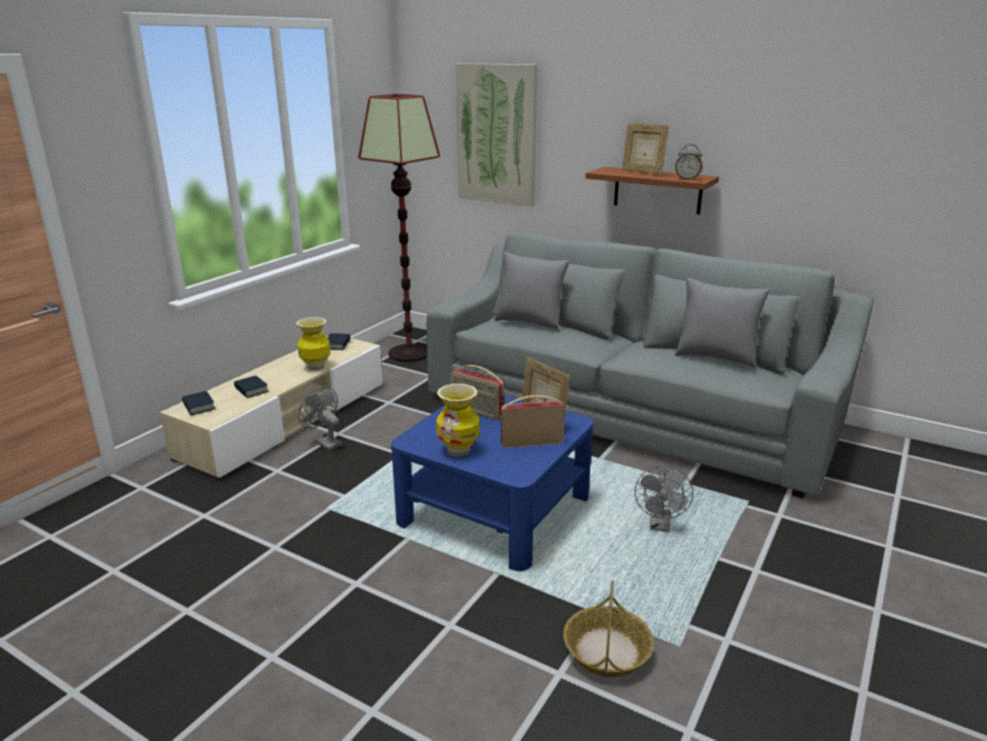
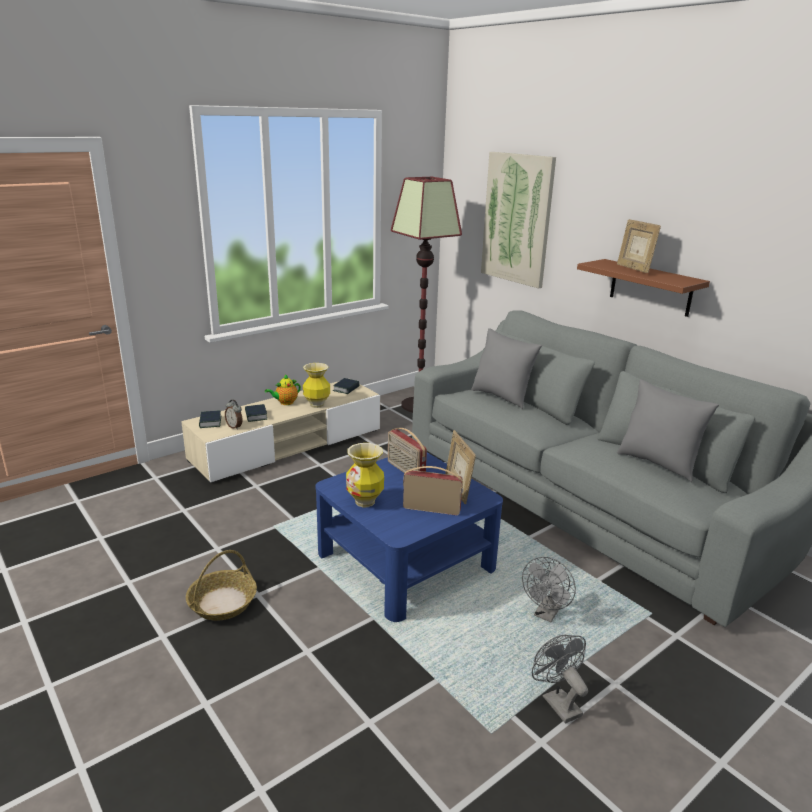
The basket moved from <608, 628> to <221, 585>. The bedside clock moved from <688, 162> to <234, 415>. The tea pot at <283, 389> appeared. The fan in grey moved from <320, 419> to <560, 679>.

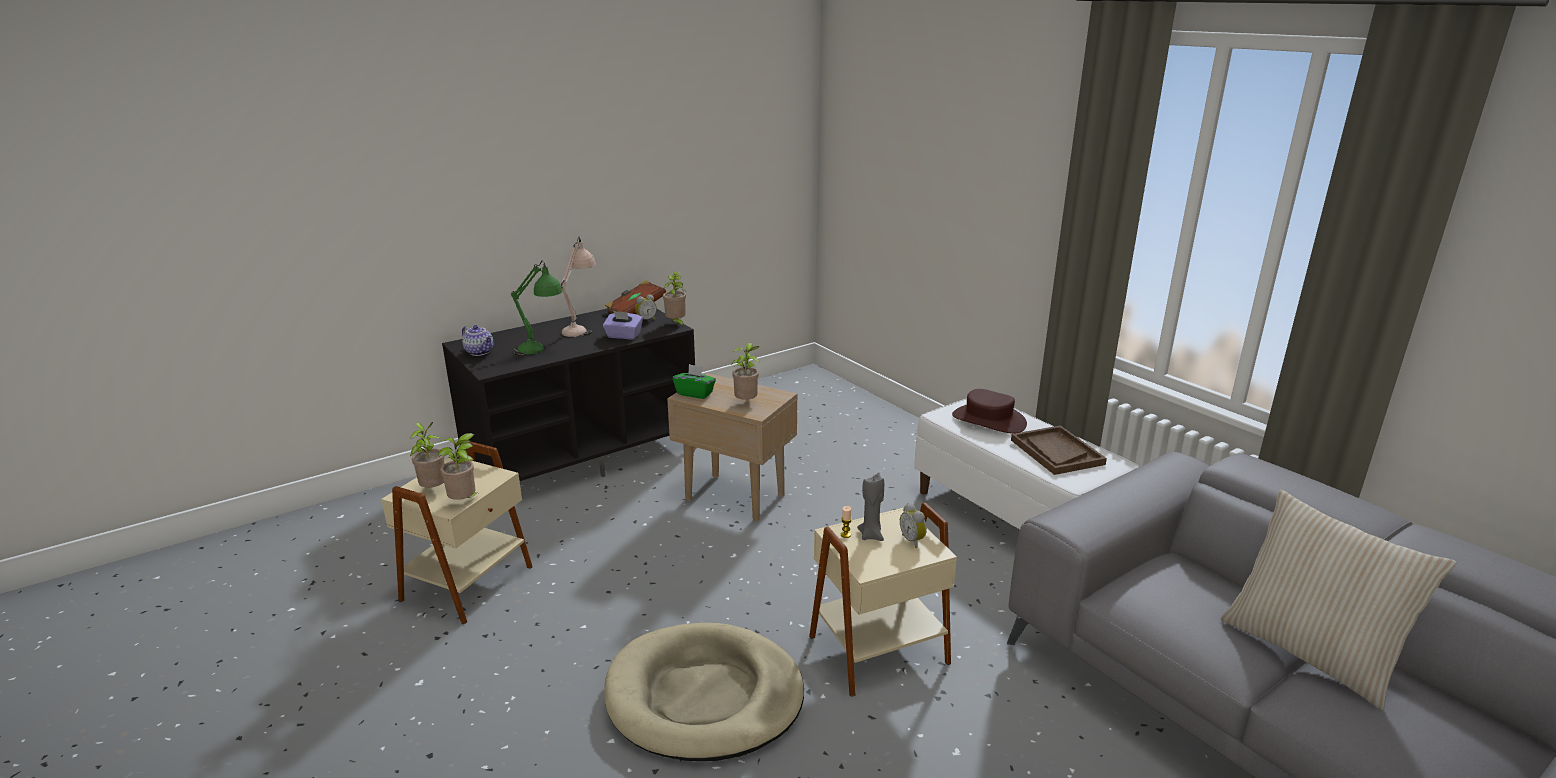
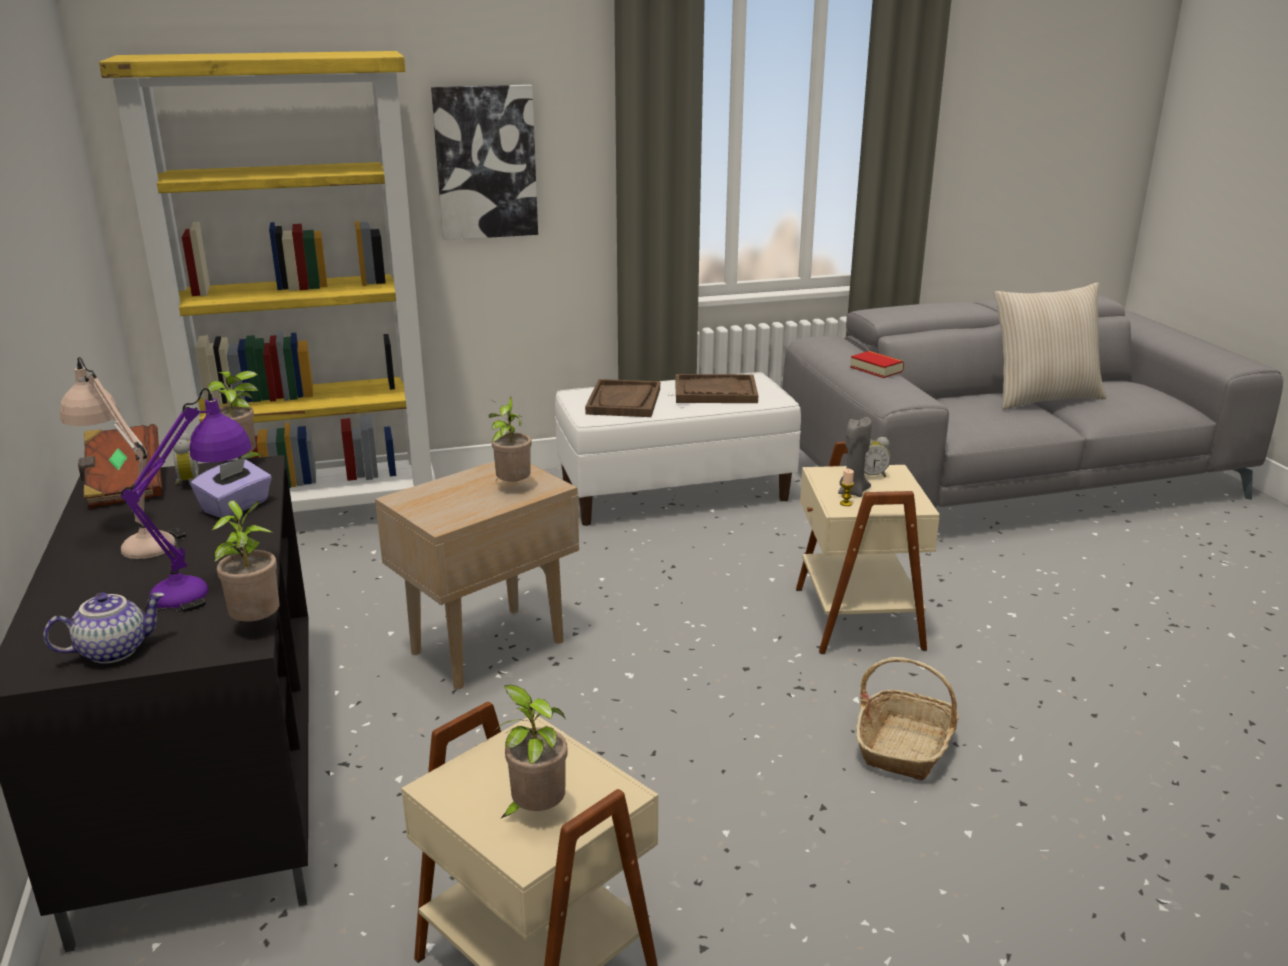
The shelving unit in yellow at <267, 281> appeared. The table lamp in greenish at <537, 308> became the table lamp in purplish at <185, 500>. The potted plant moved from <457, 466> to <245, 561>. The picture at <484, 162> appeared. The clothing hat in brown-coloured at <989, 411> was replaced by the tray in brown-coloured at <622, 398>. The bound book at <877, 364> appeared. The dog cushion in beige-coloured at <704, 692> was replaced by the basket at <907, 719>. The box of tissues in greenish at <694, 381> disappeared.

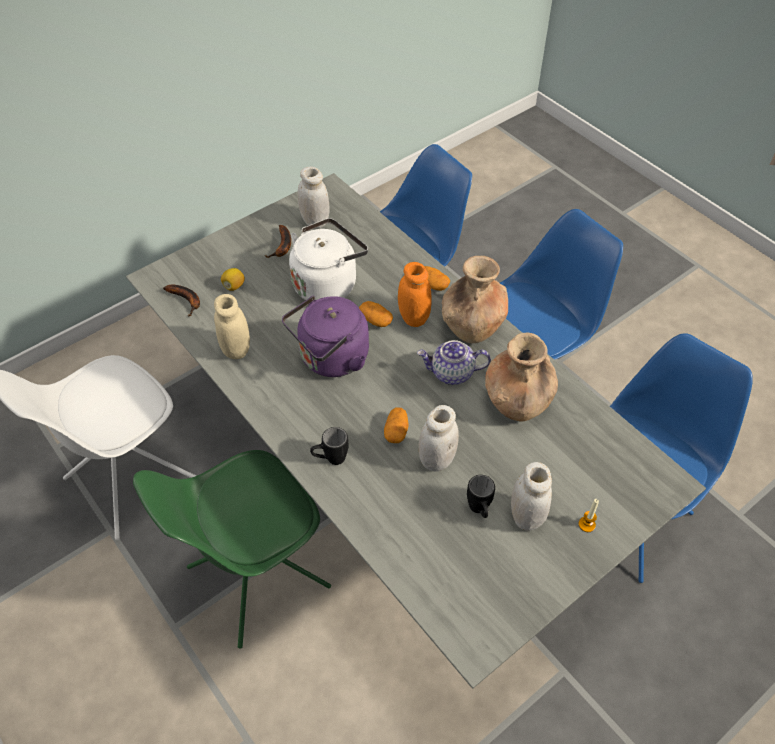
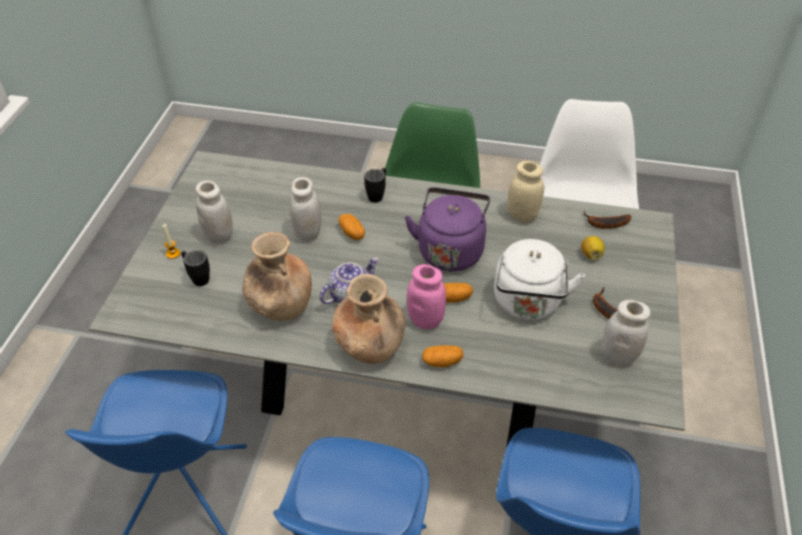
The coffee mug in black moved from <481, 496> to <195, 268>. The jar in orange at <415, 294> became the jar in pinkish at <426, 297>.

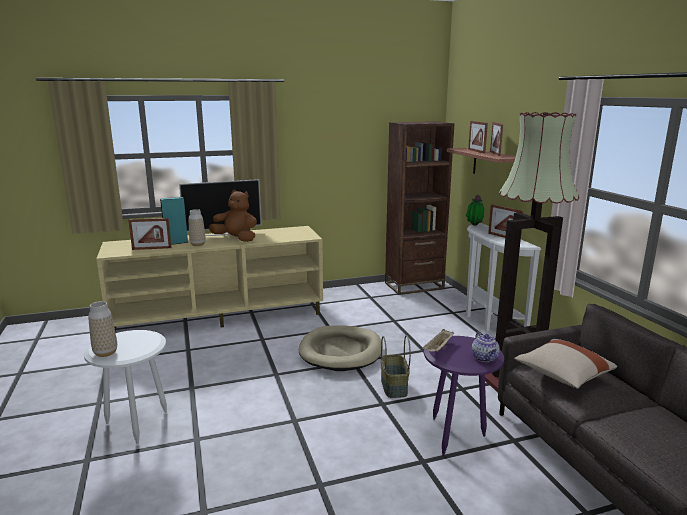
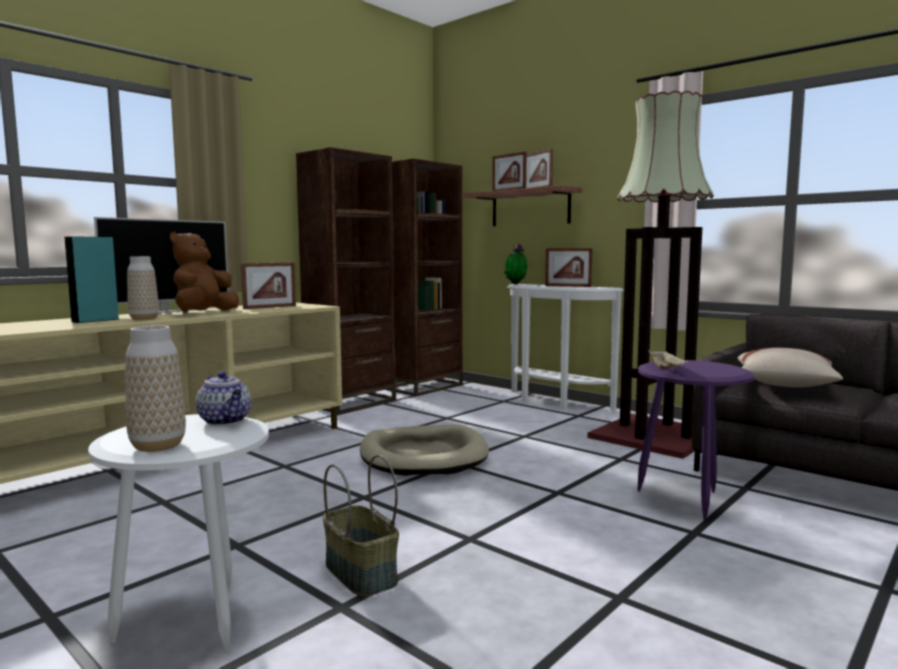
The cuddly toy in brown-coloured at <233, 216> turned 60 degrees counterclockwise. The tea pot moved from <486, 346> to <223, 398>. The picture frame moved from <150, 234> to <268, 286>. The shelving unit in brown-coloured at <346, 280> appeared. The basket moved from <396, 366> to <361, 525>.

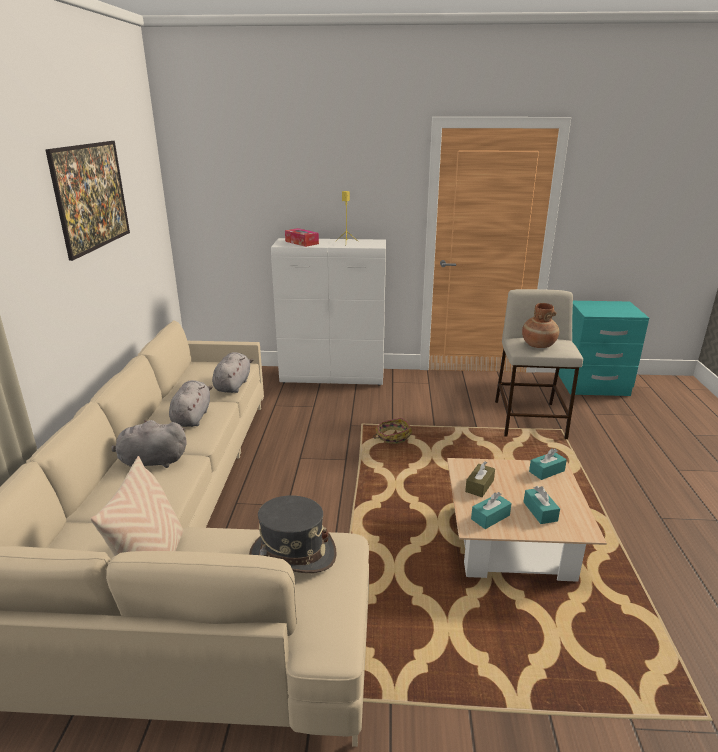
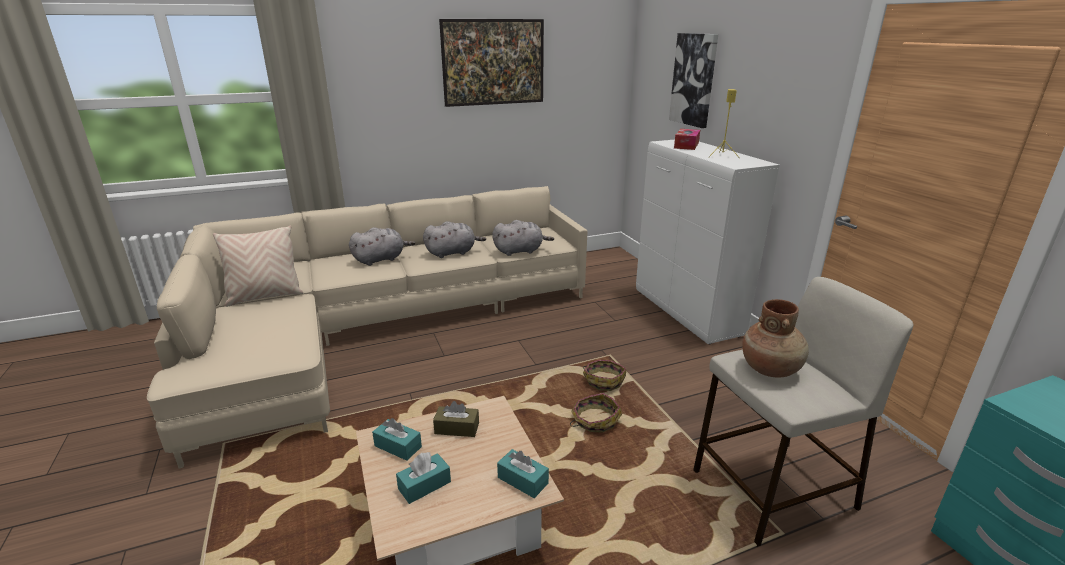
The cuddly toy in grey at <149, 444> turned 90 degrees clockwise. The basket at <596, 413> appeared. The picture at <693, 80> appeared. The clothing hat in grey at <293, 534> disappeared.

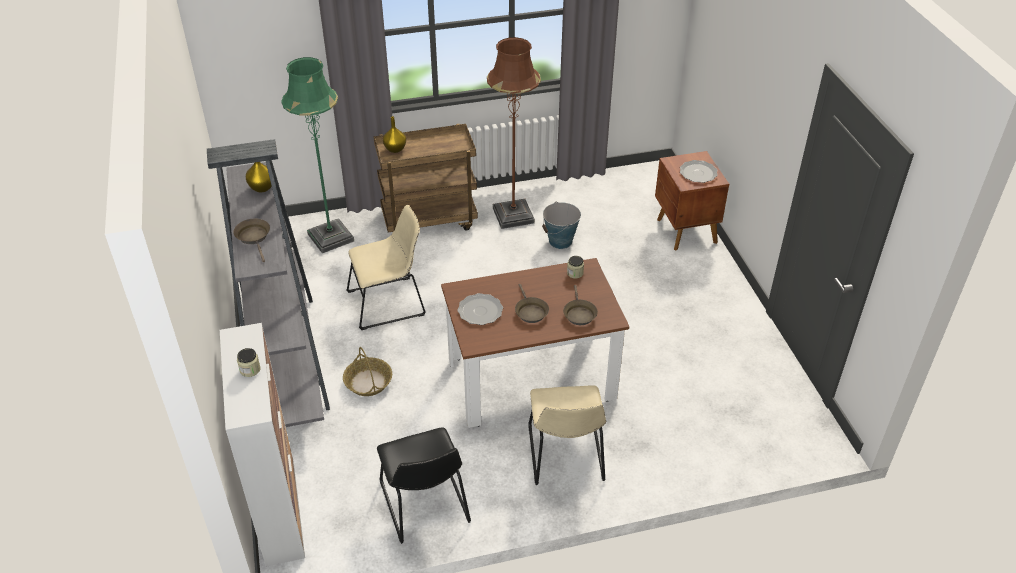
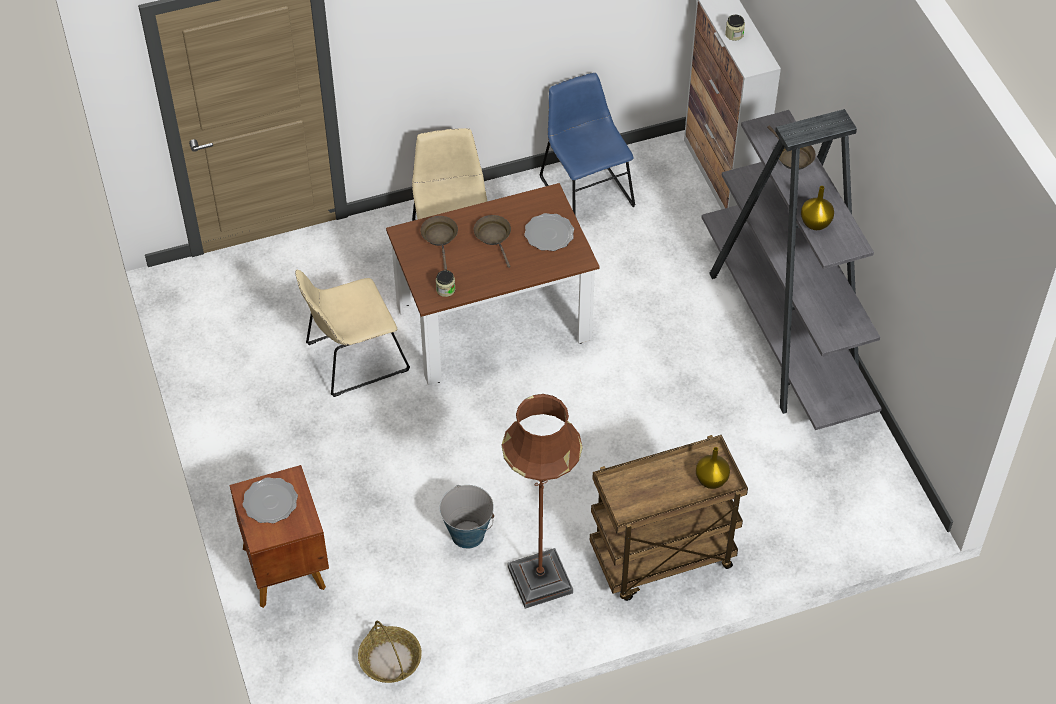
The chair in beige-coloured moved from <386, 267> to <352, 333>. The basket moved from <367, 371> to <390, 652>. The chair in black at <424, 485> became the chair in bluish at <588, 144>. The standard lamp in greenish at <317, 155> disappeared.

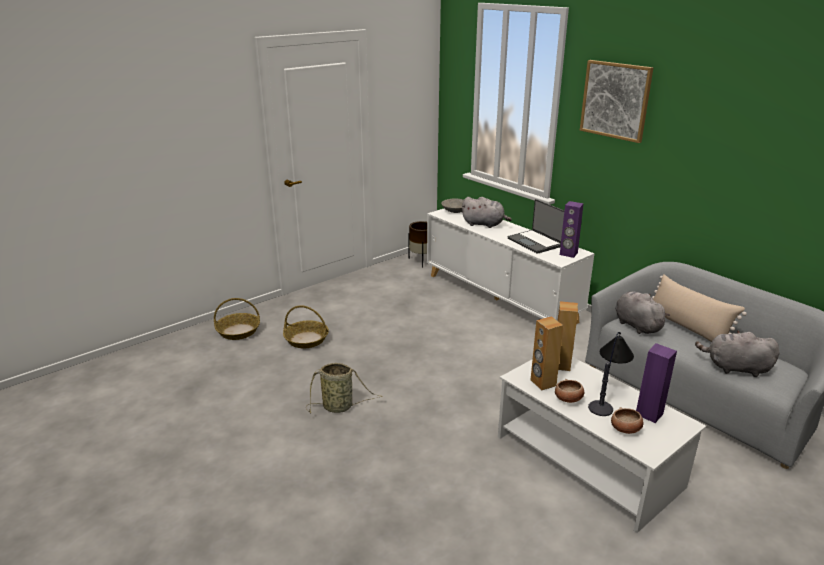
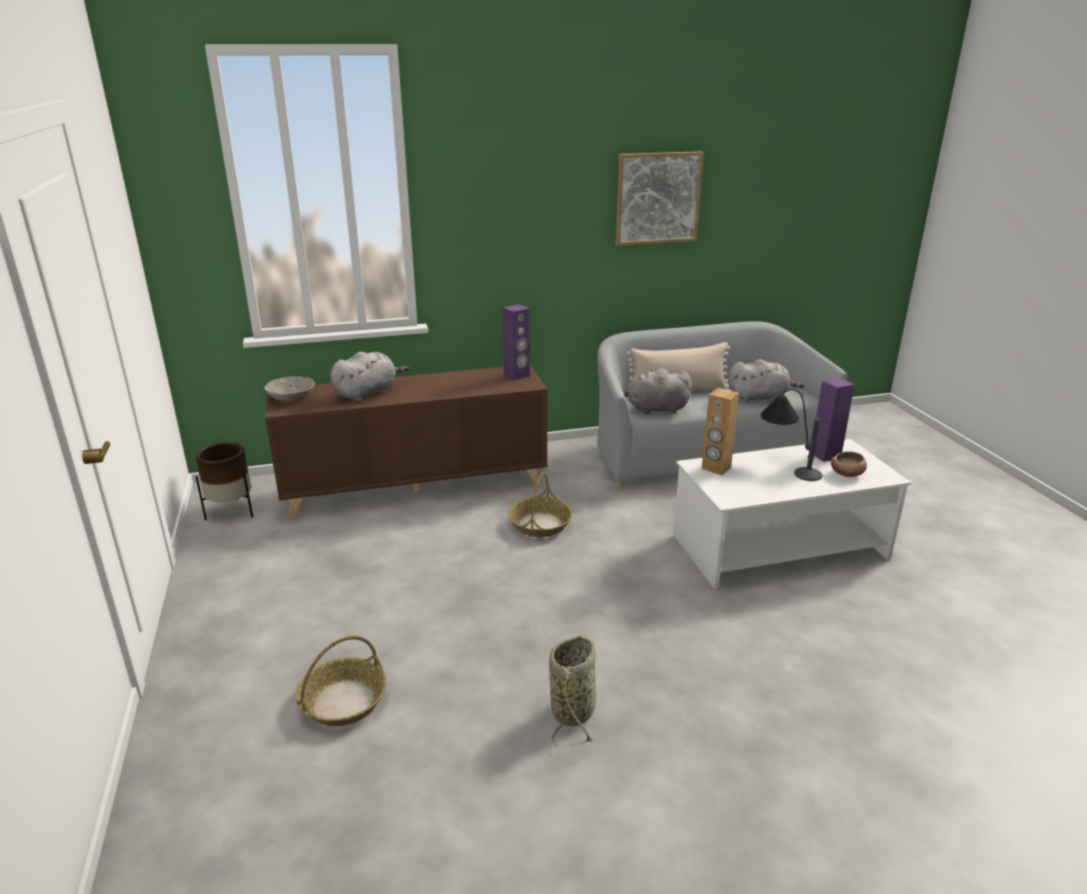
The storage cabinet in white-coloured at <511, 266> became the storage cabinet in brown-coloured at <406, 441>. The basket moved from <237, 319> to <540, 504>. The picture moved from <616, 101> to <660, 198>. The cuddly toy in grey at <737, 353> turned 135 degrees counterclockwise. The notebook computer at <536, 226> disappeared. The audio speaker in brown-coloured at <547, 353> disappeared. The bowl at <569, 391> disappeared.

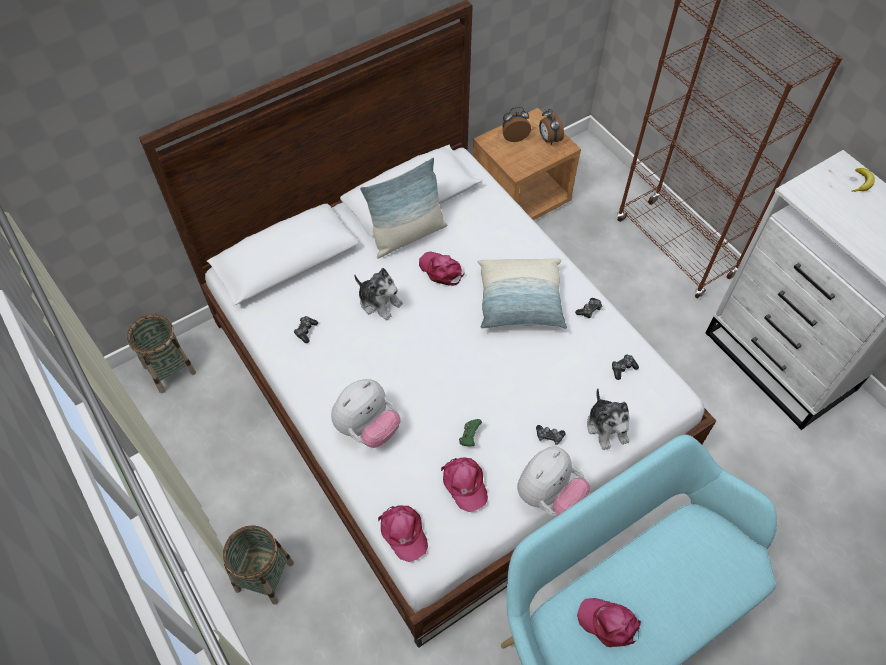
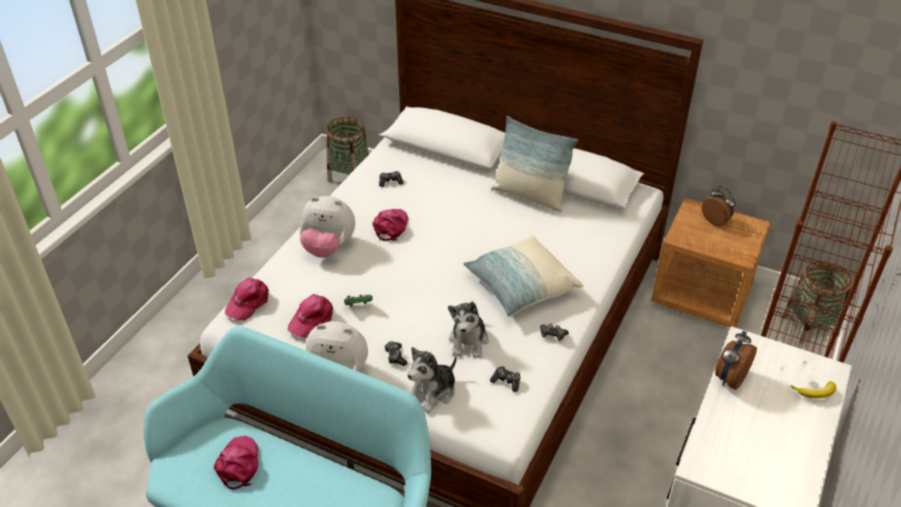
The peaked cap in pinkish moved from <442, 268> to <390, 225>. The cuddly toy moved from <378, 294> to <468, 329>. The bedside clock moved from <551, 127> to <736, 360>. The basket moved from <258, 565> to <816, 302>.

